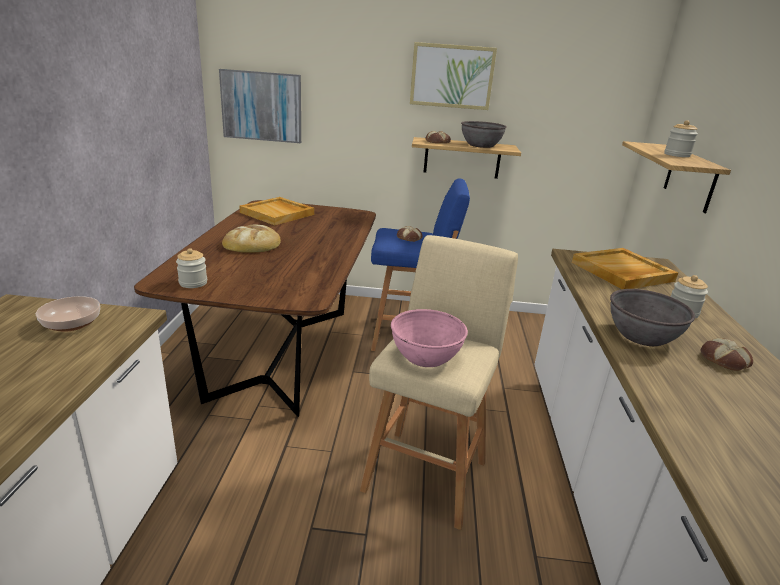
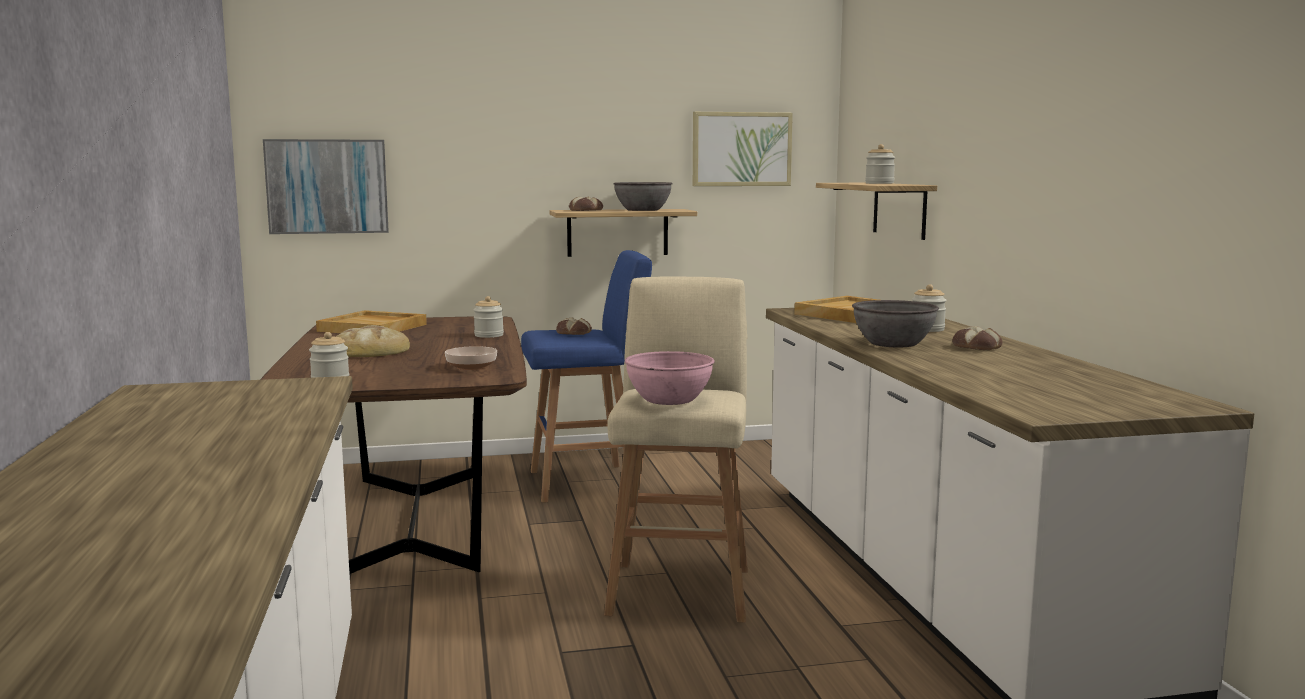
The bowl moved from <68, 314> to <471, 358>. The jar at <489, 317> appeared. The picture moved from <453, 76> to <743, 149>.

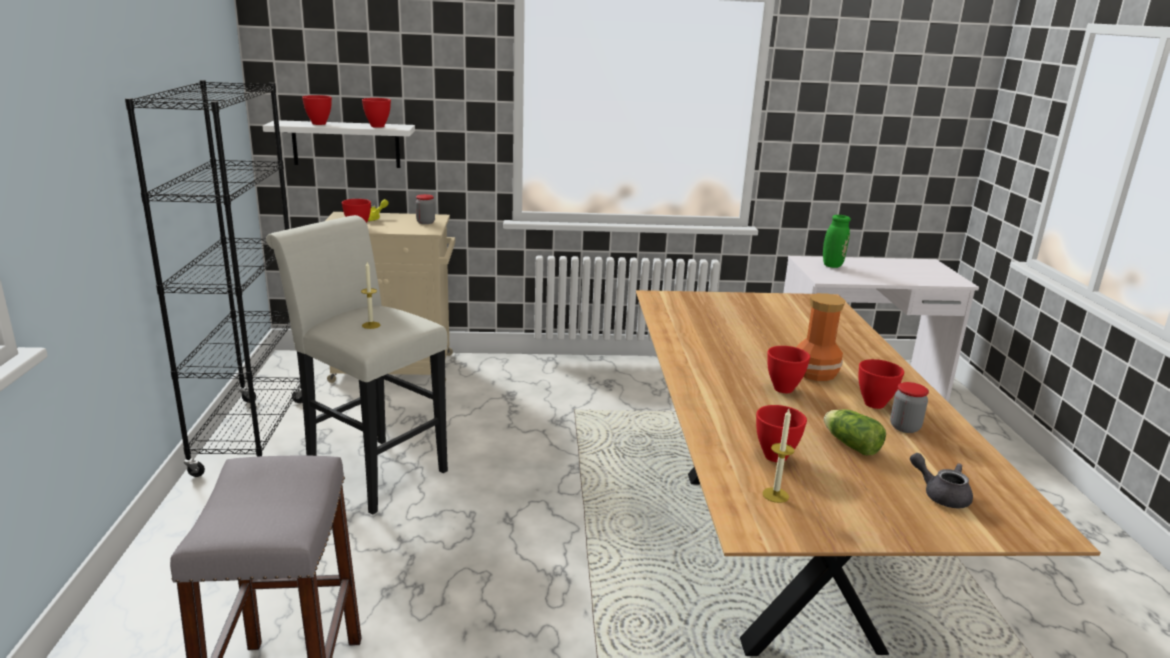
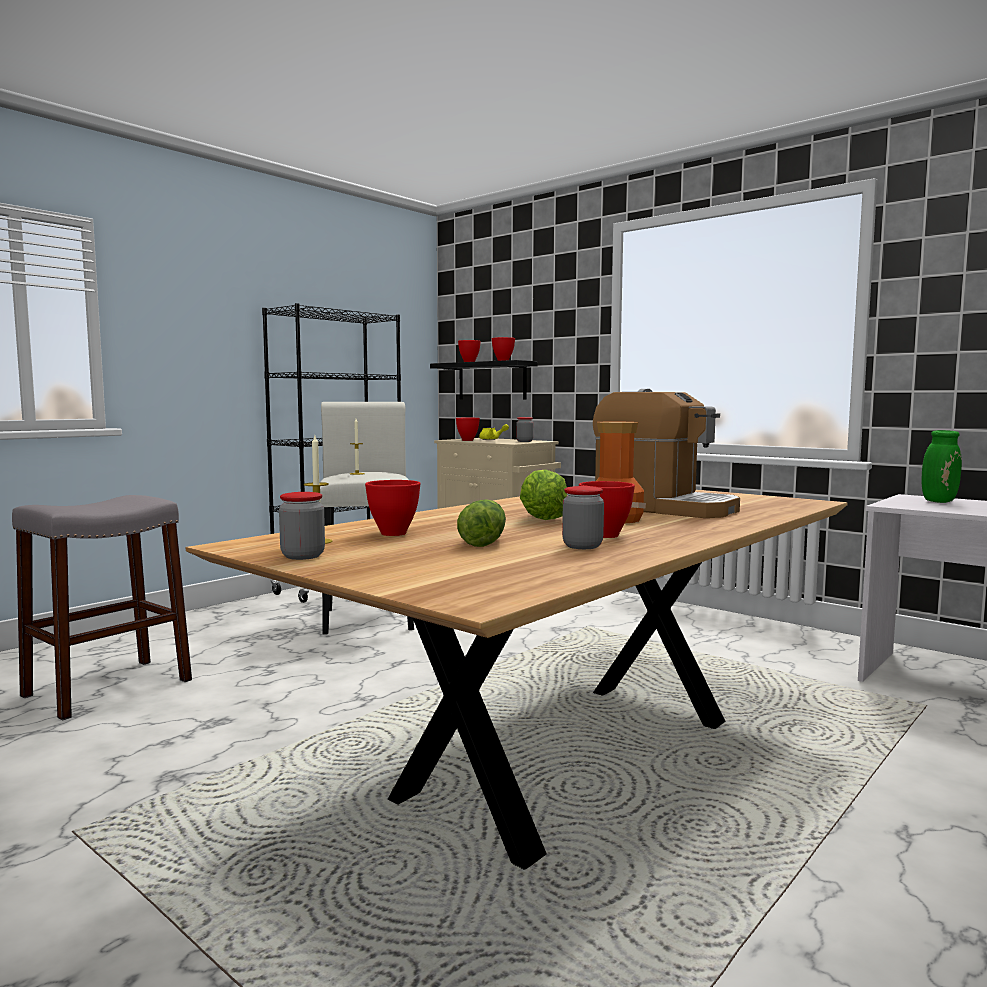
The jar at <302, 526> appeared. The shelf in white-coloured at <339, 144> became the shelf in black at <484, 379>. The bowl in red-coloured at <788, 369> was replaced by the lettuce at <543, 494>. The coffee maker at <666, 453> appeared. The tea pot in grey at <941, 480> disappeared.

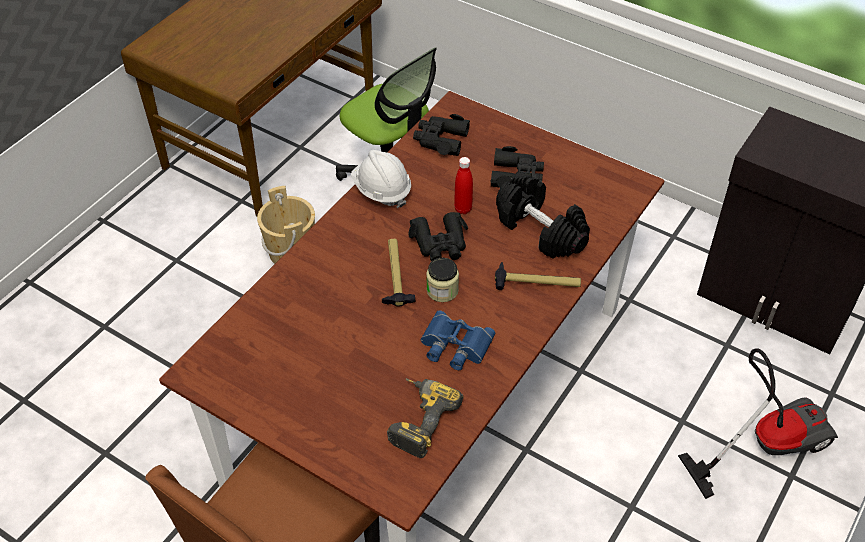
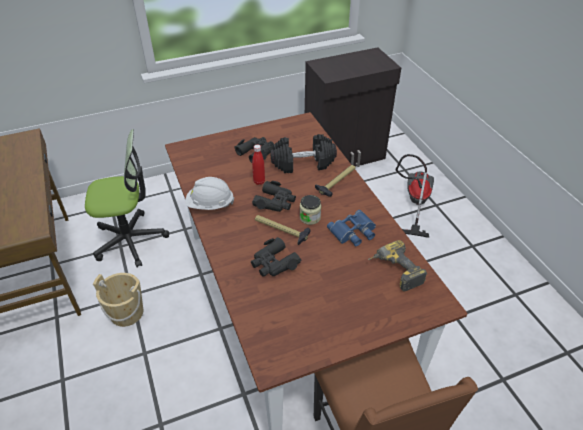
The binoculars in black moved from <441, 135> to <276, 256>.

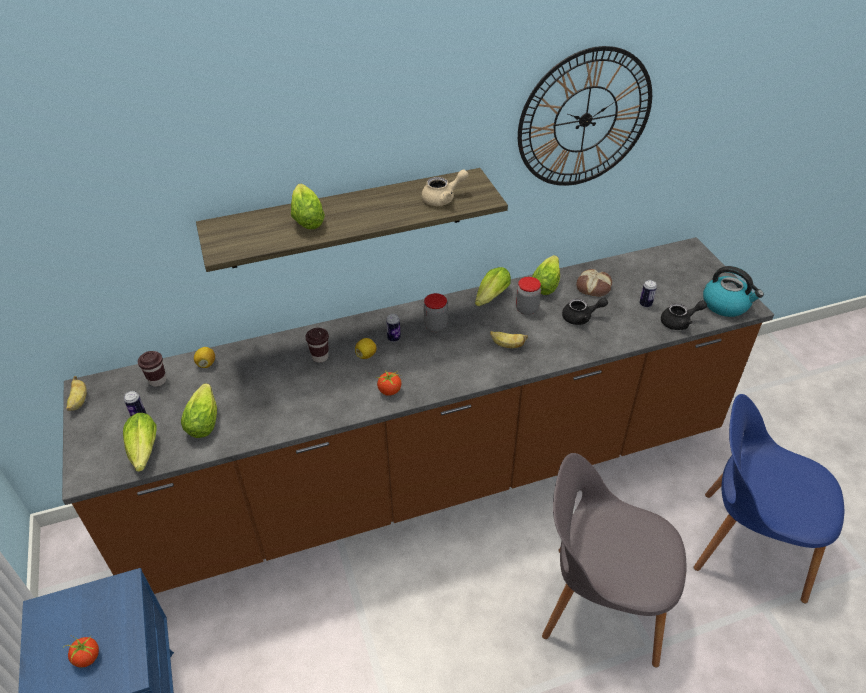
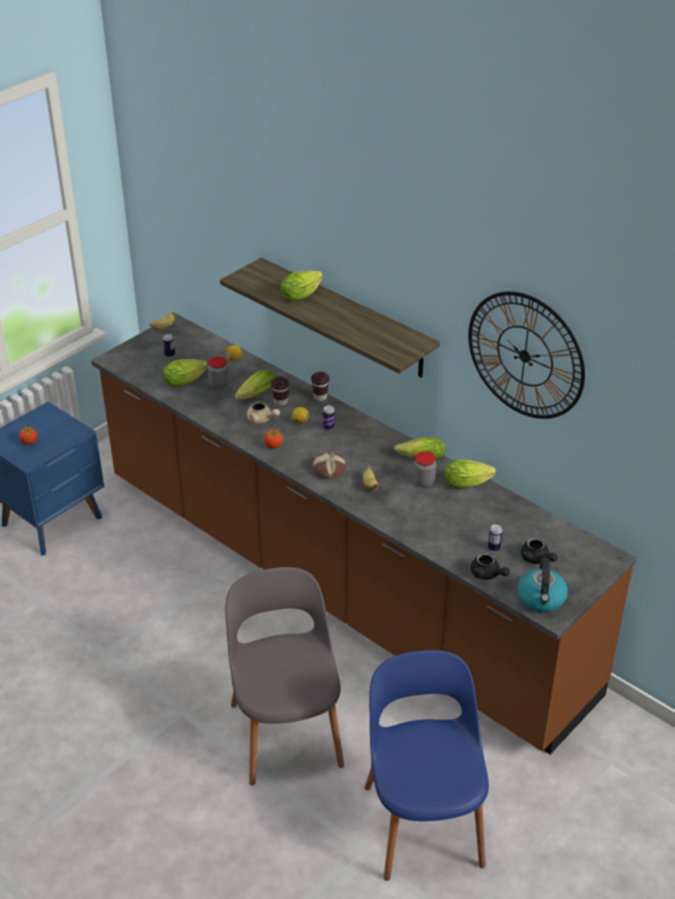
The jar moved from <435, 312> to <218, 372>. The lettuce moved from <140, 442> to <255, 384>. The tea pot in beige-coloured moved from <445, 187> to <263, 412>. The cup in brown-coloured moved from <152, 369> to <320, 386>. The bakery bread moved from <594, 283> to <329, 465>. The tea pot in black moved from <585, 311> to <539, 550>.

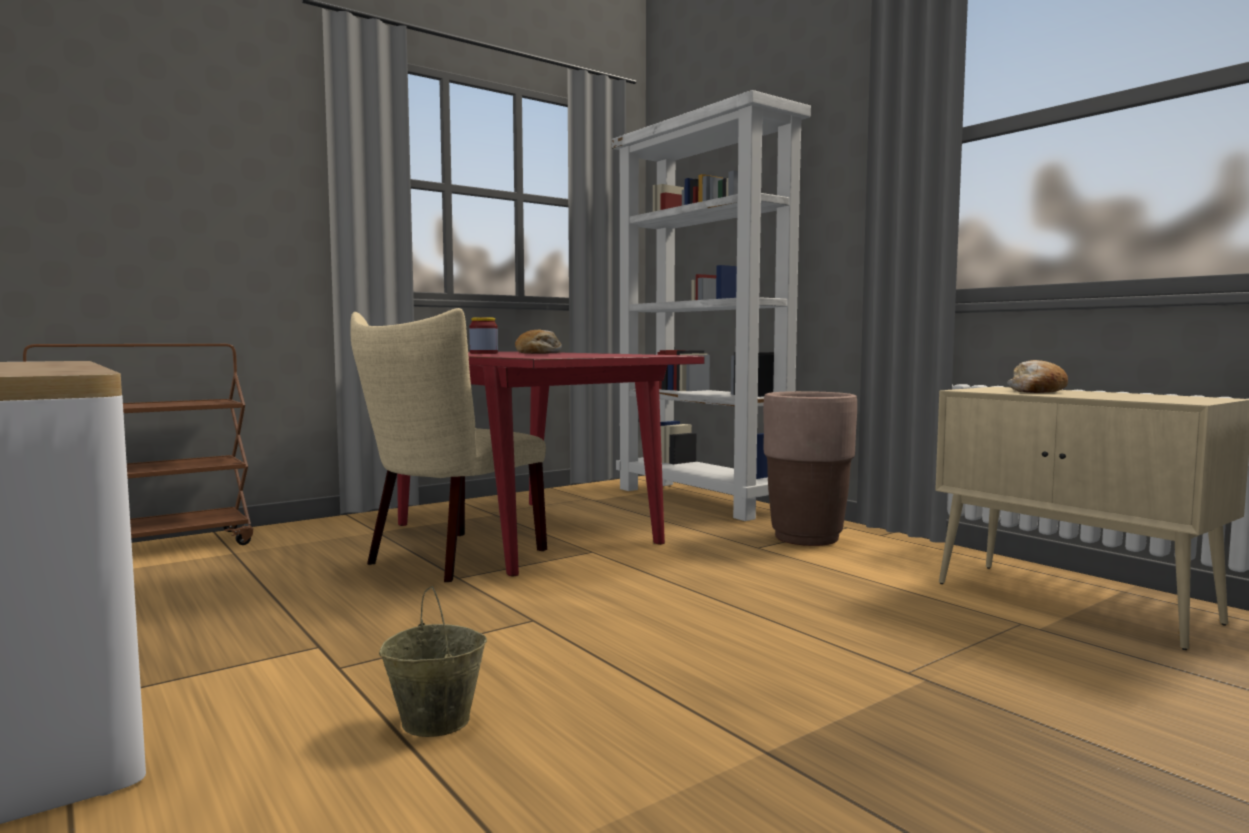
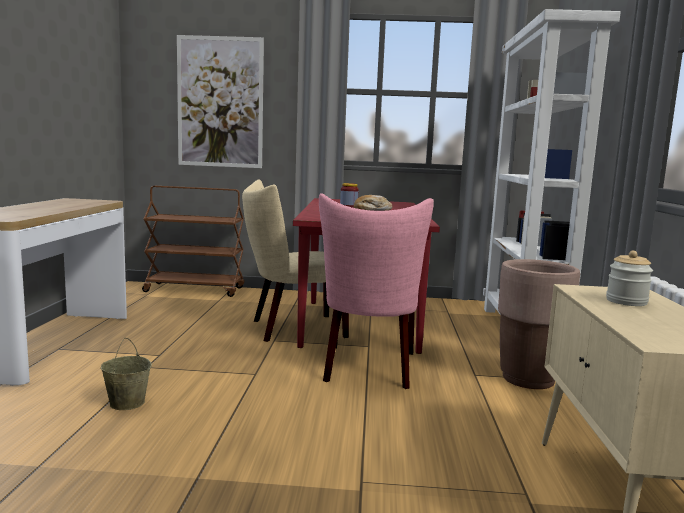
The picture at <220, 101> appeared. The chair in pinkish at <376, 291> appeared. The bakery bread at <1037, 376> was replaced by the jar at <629, 278>.

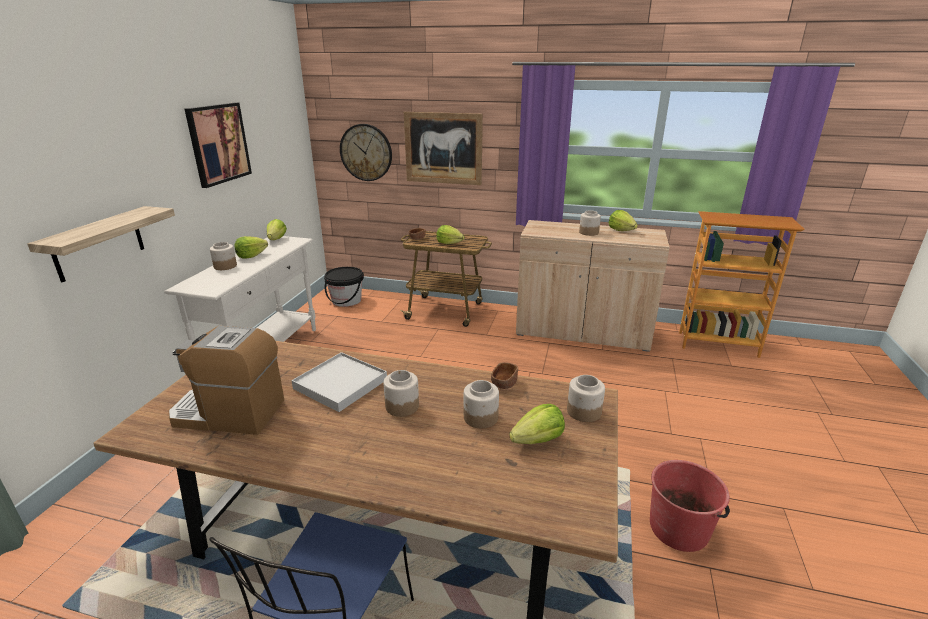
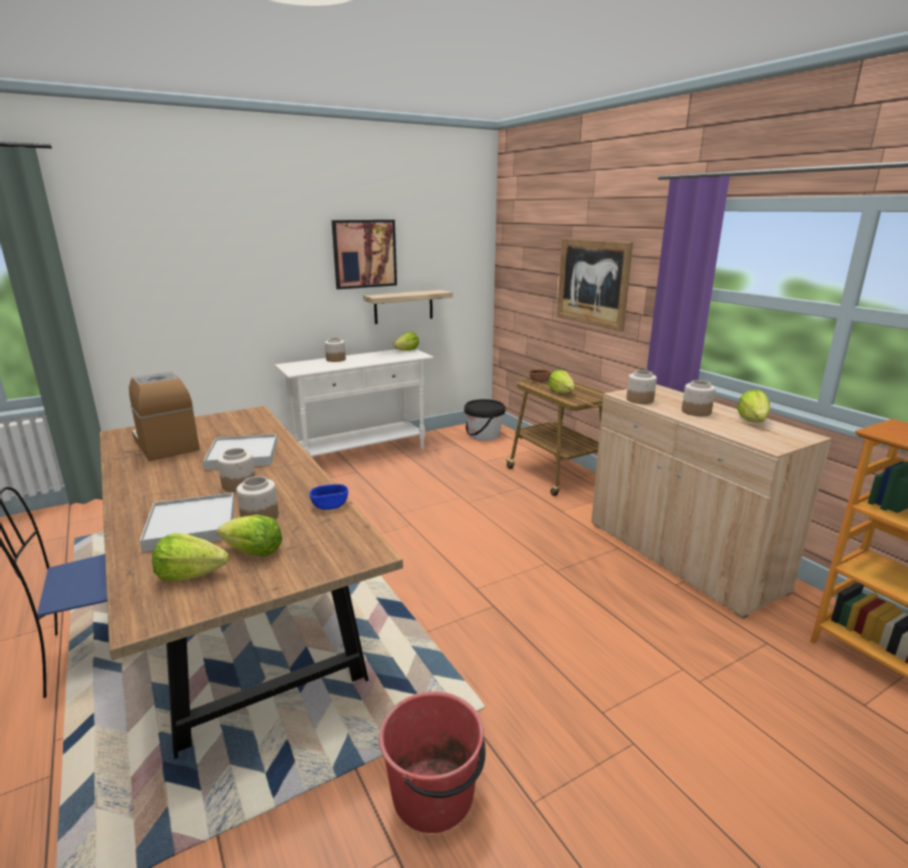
The tray in white-coloured at <187, 522> appeared. The lettuce moved from <251, 247> to <190, 557>. The bowl in brown-coloured at <504, 375> became the bowl in bluish at <328, 497>. The shelf moved from <101, 244> to <408, 307>. The jar moved from <586, 398> to <641, 387>. The wall clock at <366, 152> disappeared.

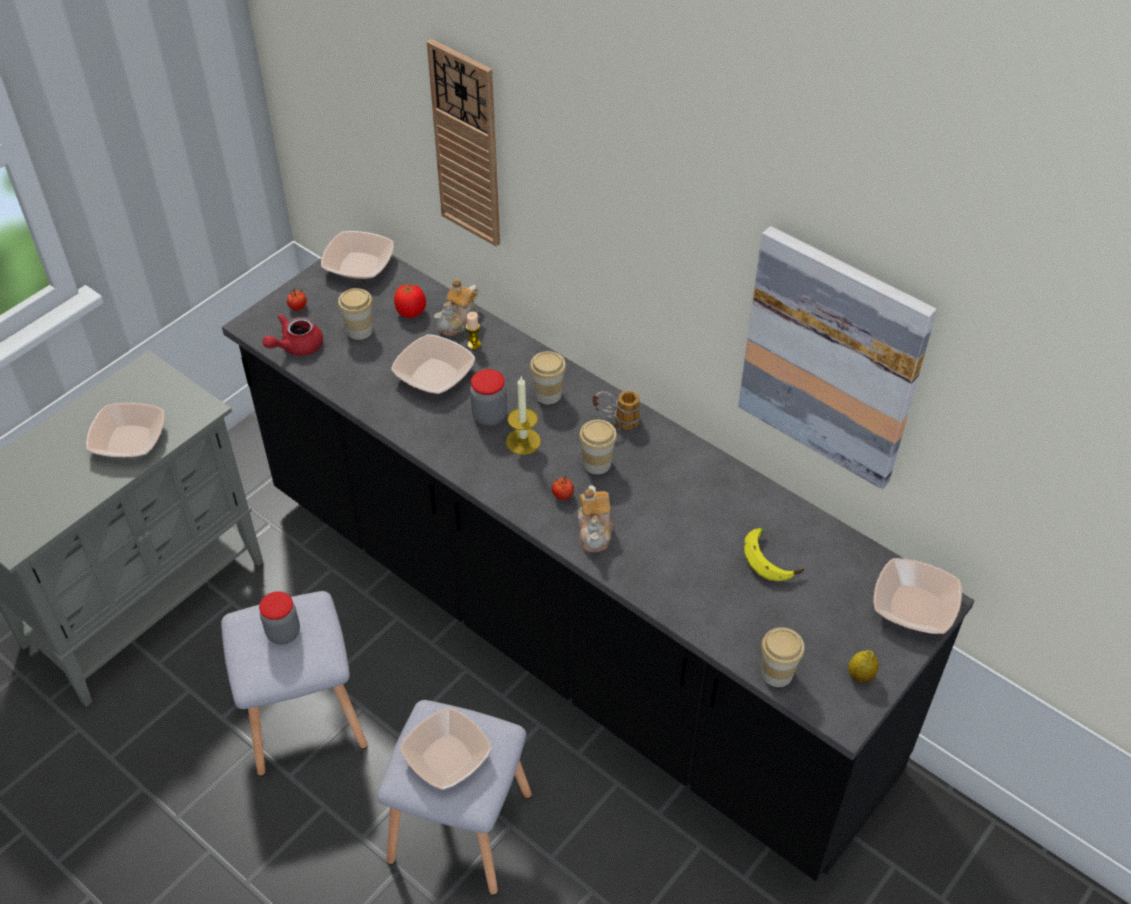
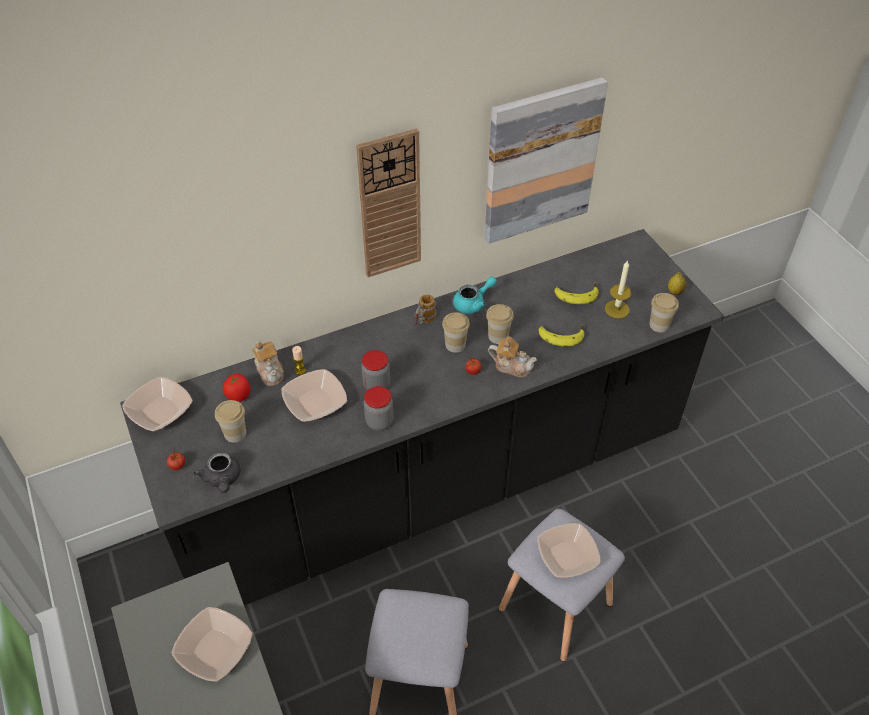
The tea pot in red-coloured at <293, 335> became the tea pot in grey at <217, 472>. The wall clock moved from <463, 143> to <388, 202>. The jar moved from <279, 618> to <379, 408>. The tea pot in turquoise at <475, 295> appeared. The cup moved from <548, 377> to <500, 324>. The banana fruit at <561, 335> appeared. The candle moved from <523, 416> to <618, 289>. The bowl at <917, 596> disappeared.

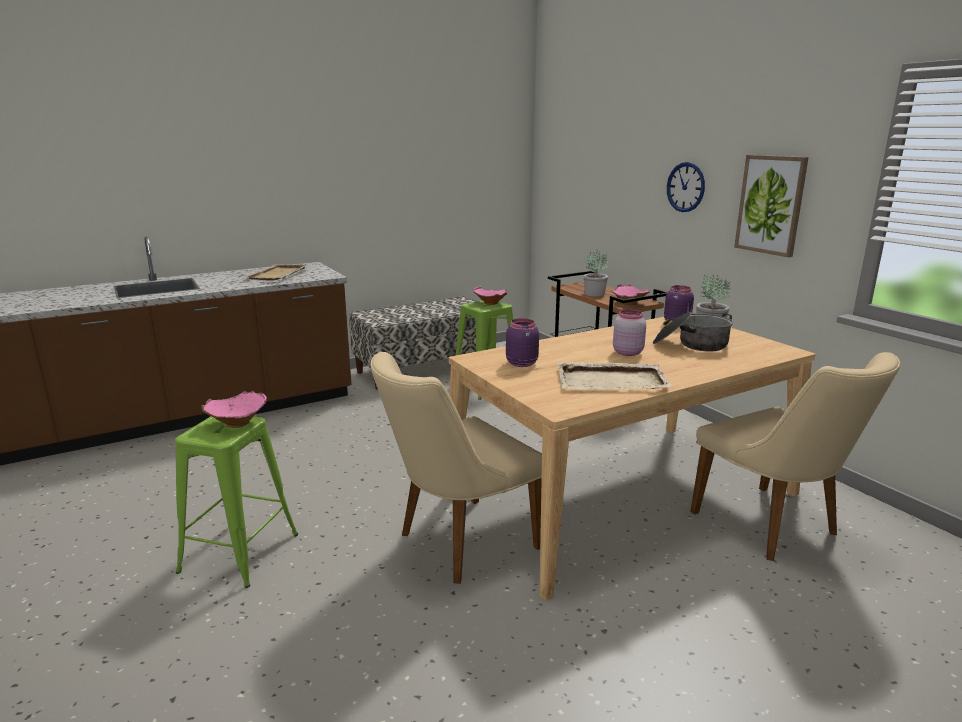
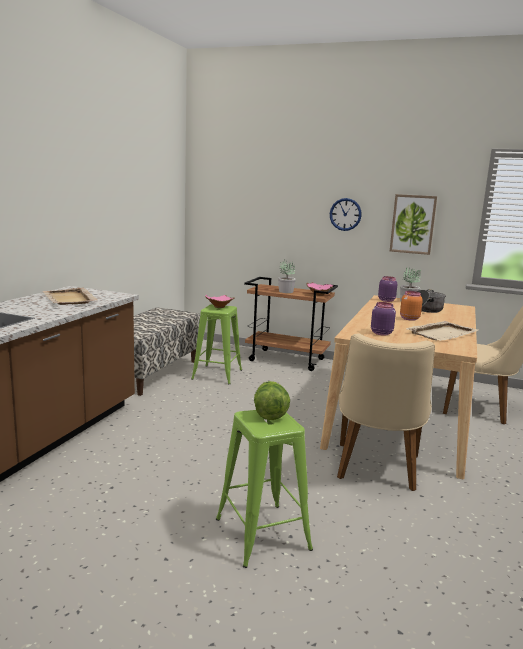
The bowl in pinkish at <234, 409> was replaced by the lettuce at <272, 400>. The jar in pinkish at <629, 333> became the jar in orange at <411, 306>.

